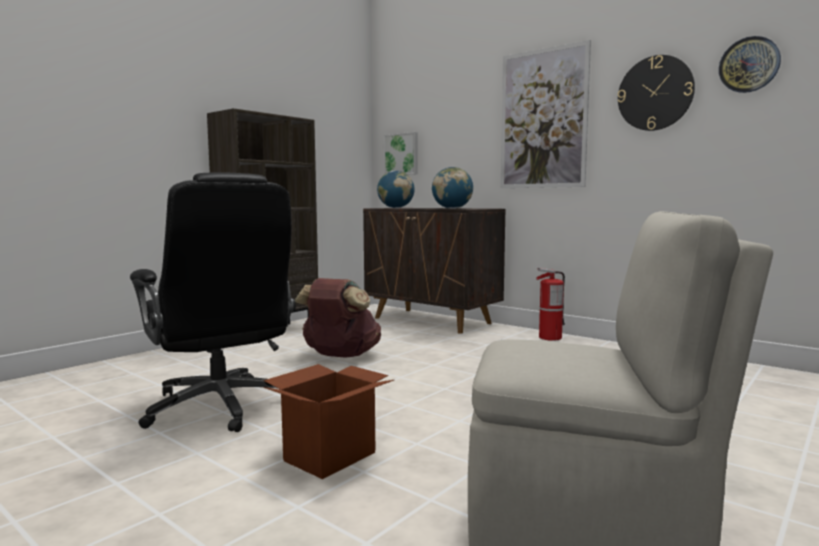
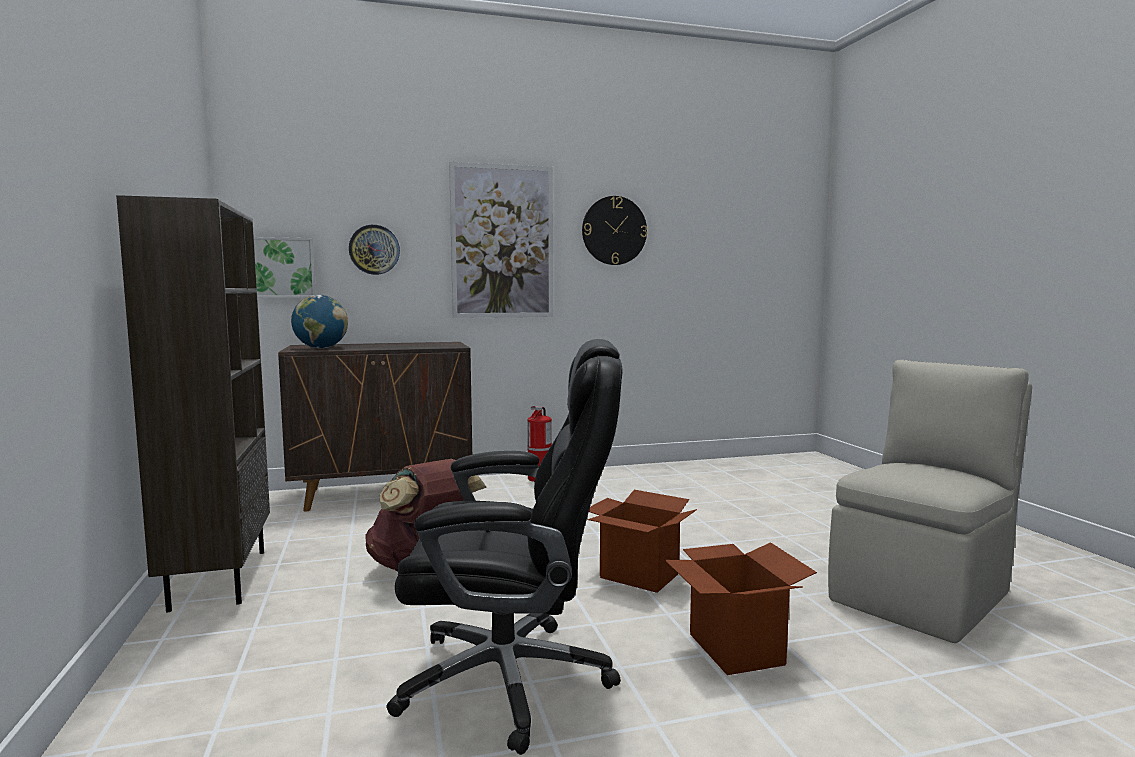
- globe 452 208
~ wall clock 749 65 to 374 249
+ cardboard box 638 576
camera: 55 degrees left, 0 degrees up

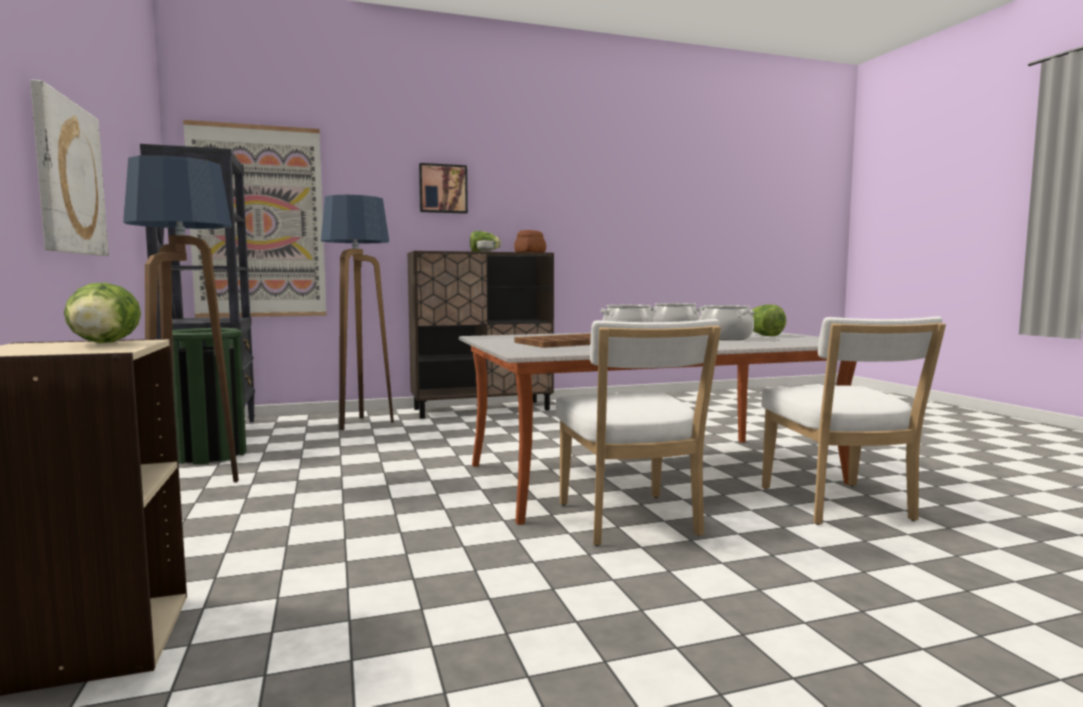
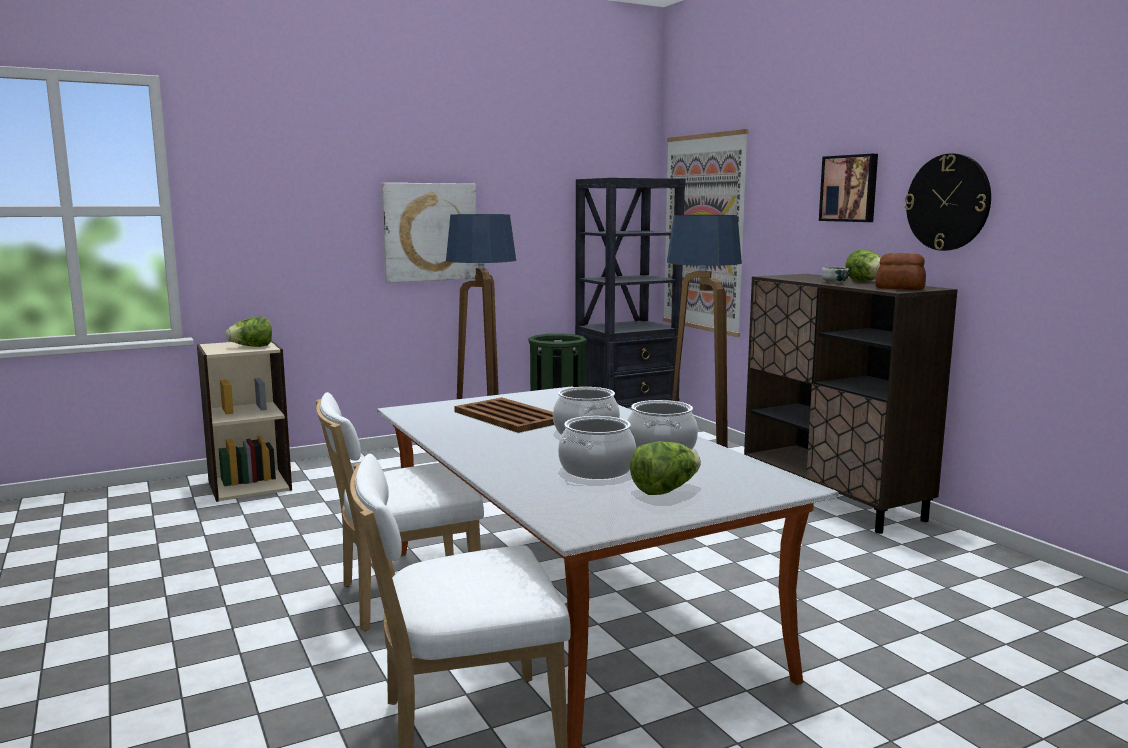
+ wall clock 948 202
camera: 80 degrees right, 5 degrees up

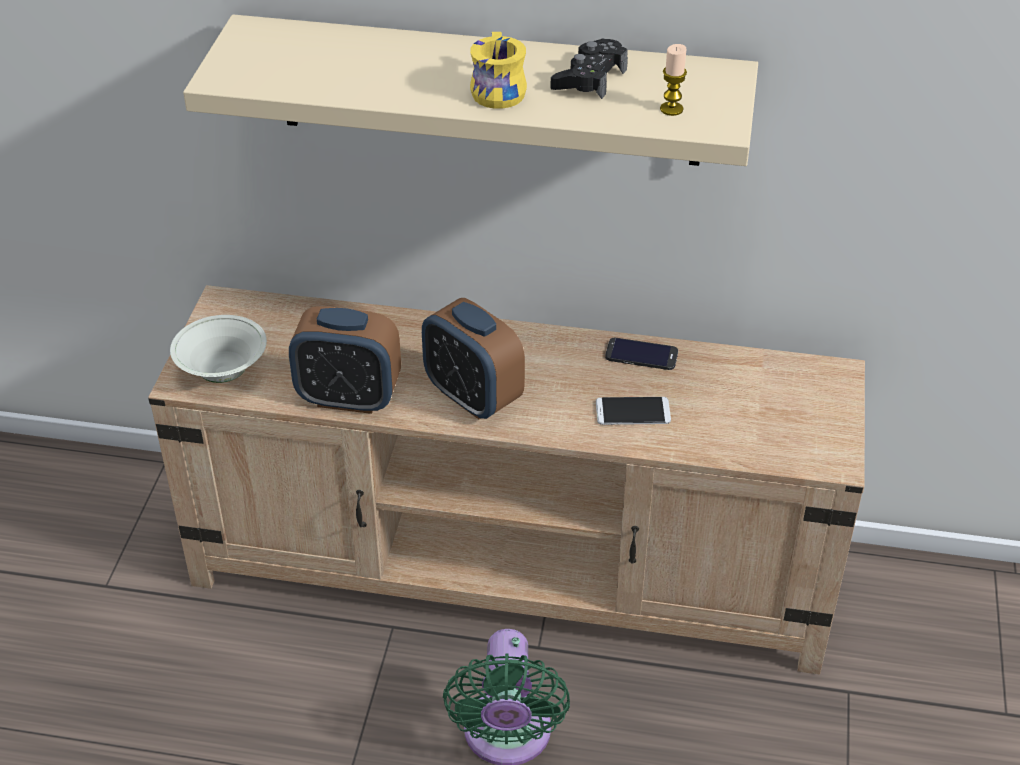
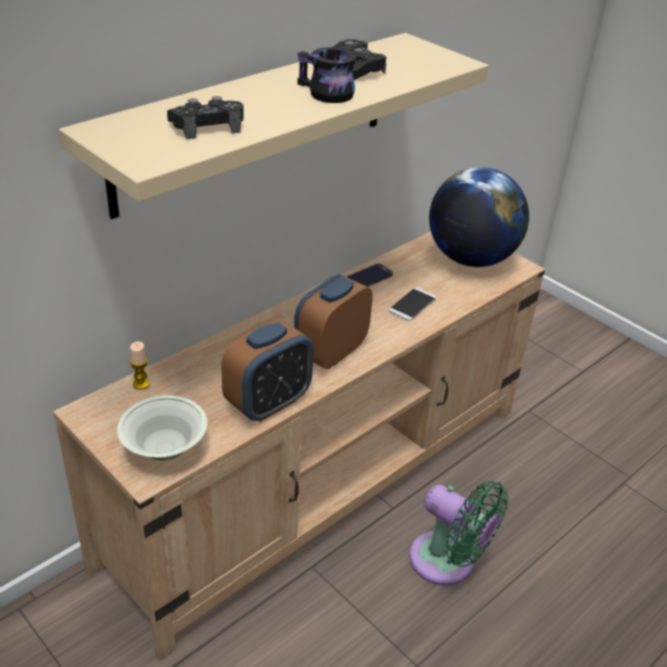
~ alarm clock 473 397 = 330 353 135 degrees clockwise
~ yellow mug 493 89 to black mug 323 94
~ candle 671 109 to 141 384
+ black game controller 207 126
+ globe 471 259
camera: 55 degrees left, 5 degrees down

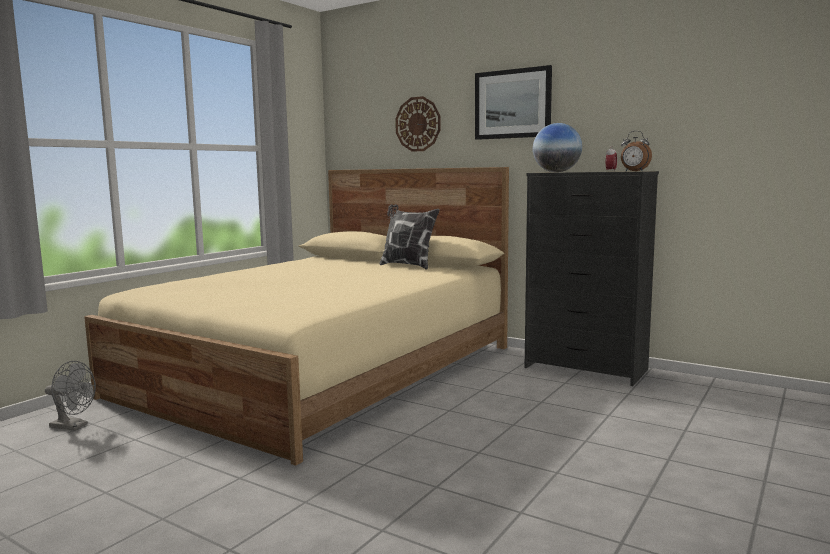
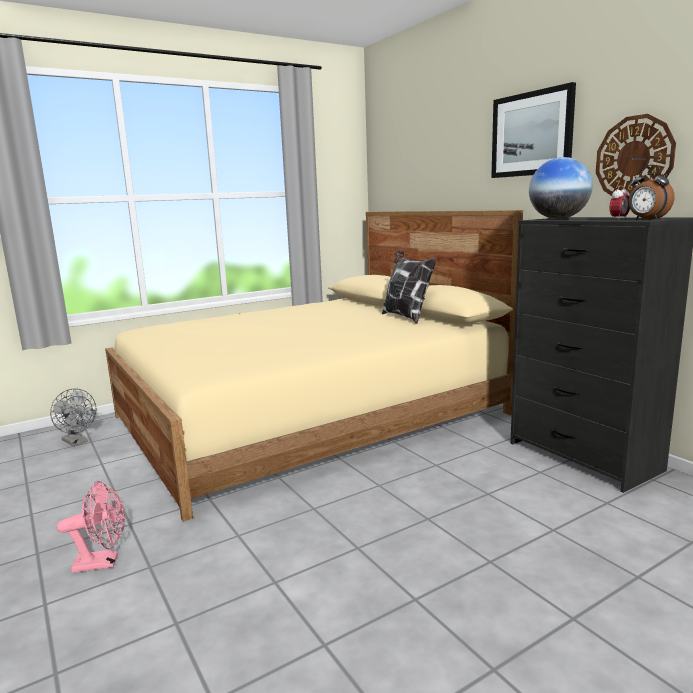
~ wall clock 418 124 to 634 158
+ pink fan 103 562
camera: 25 degrees right, 5 degrees up

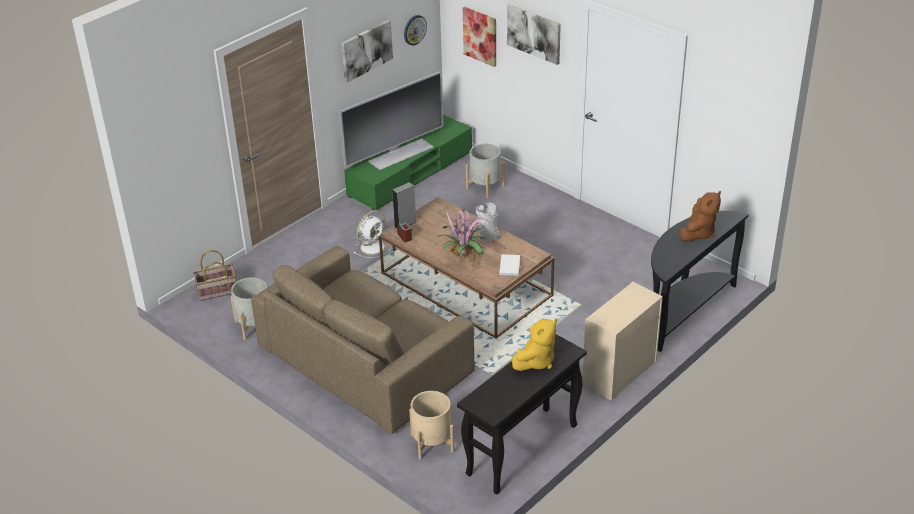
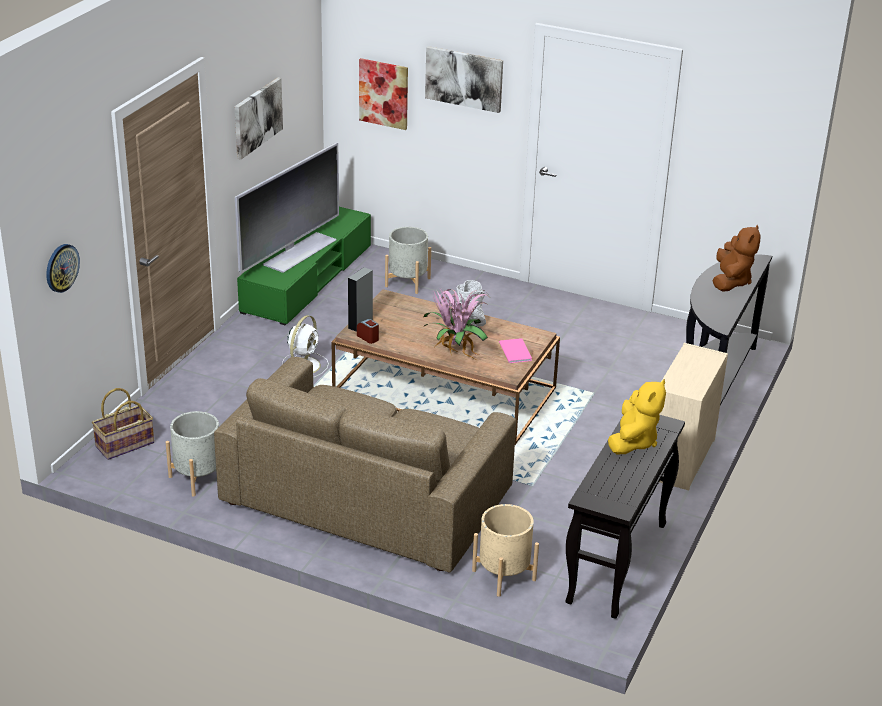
~ wall clock 414 30 to 61 267
~ white book 510 265 to pink book 516 351
camera: 20 degrees left, 5 degrees down

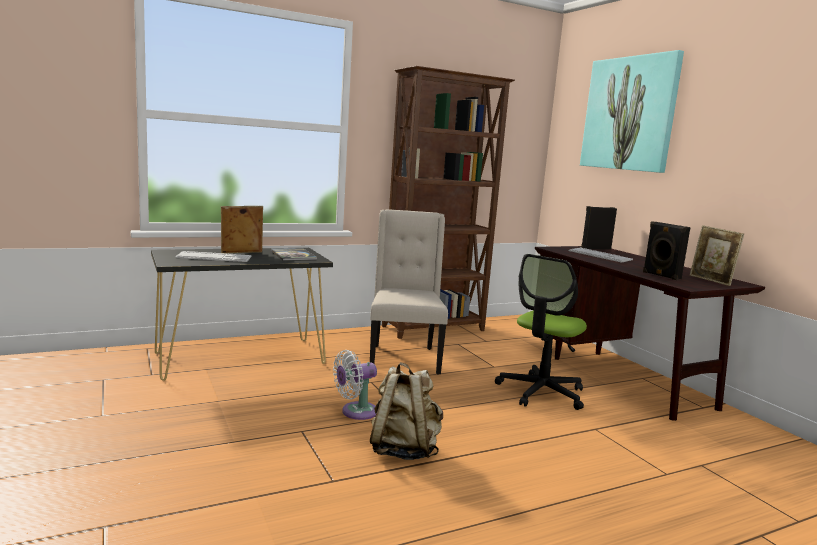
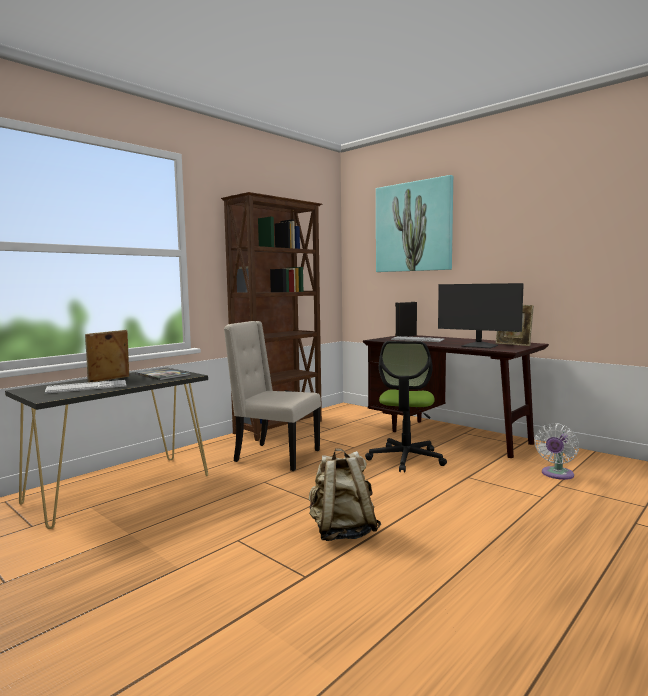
~ white fan 356 412 to 556 475
~ beige chair 403 358 = 275 456 45 degrees counterclockwise
~ black speaker 661 275 to monitor 479 346
camera: 20 degrees left, 5 degrees down

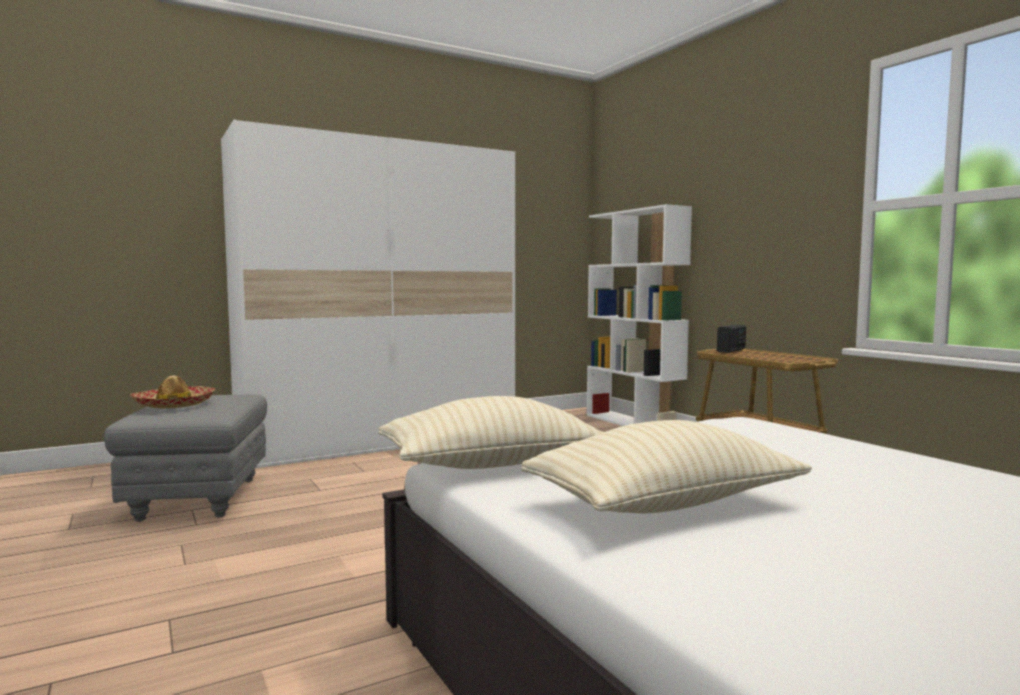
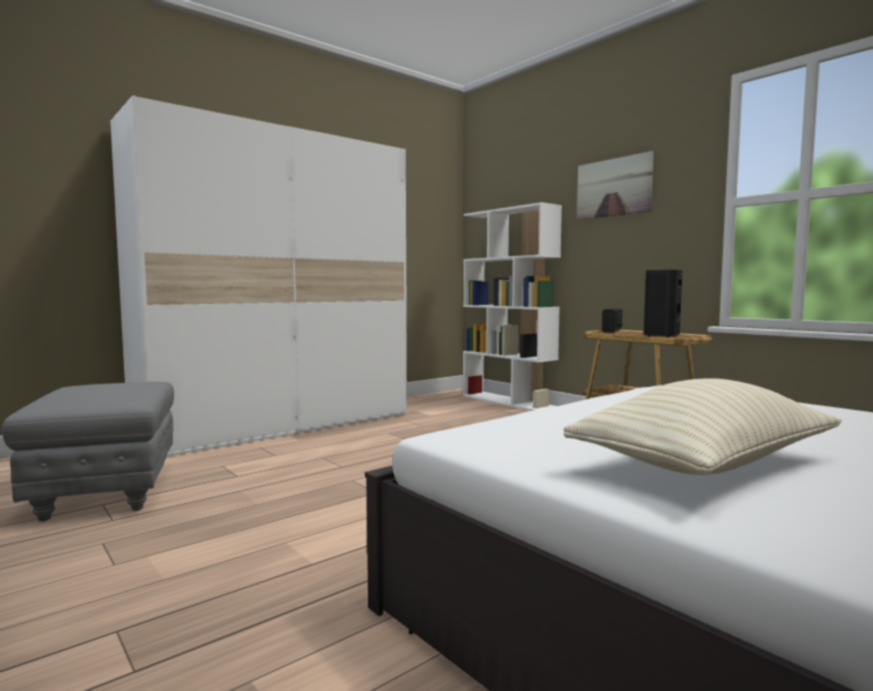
- hat 174 405
- beige pillow 491 464
+ picture 613 187
+ black speaker 661 336
camera: 10 degrees left, 0 degrees up

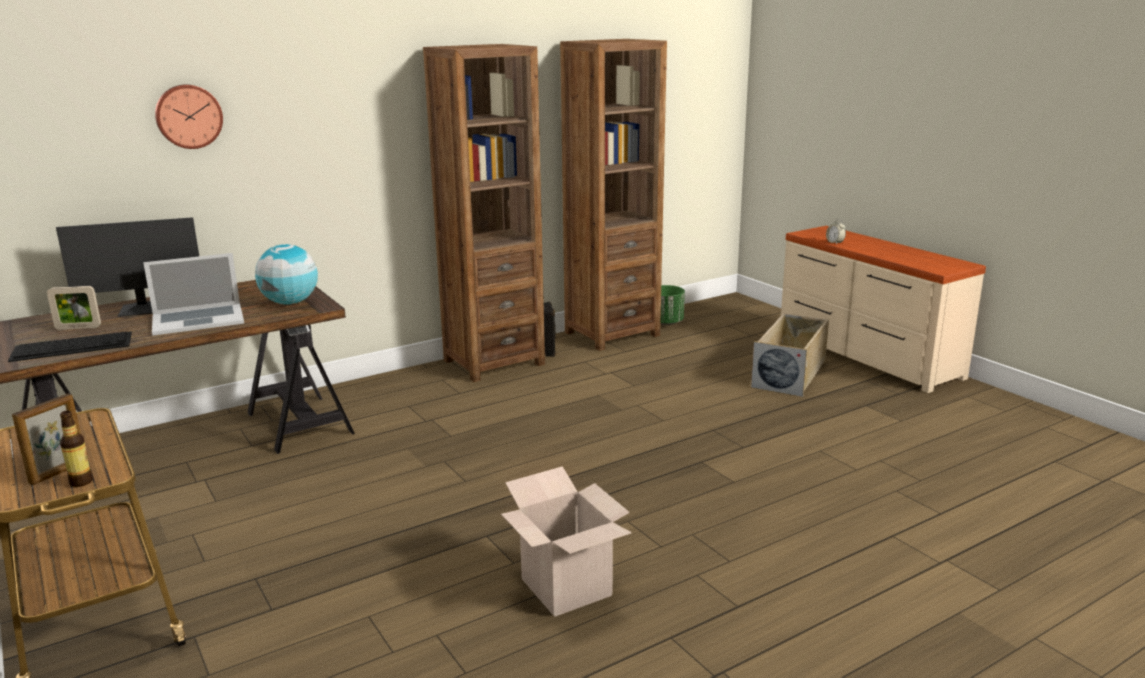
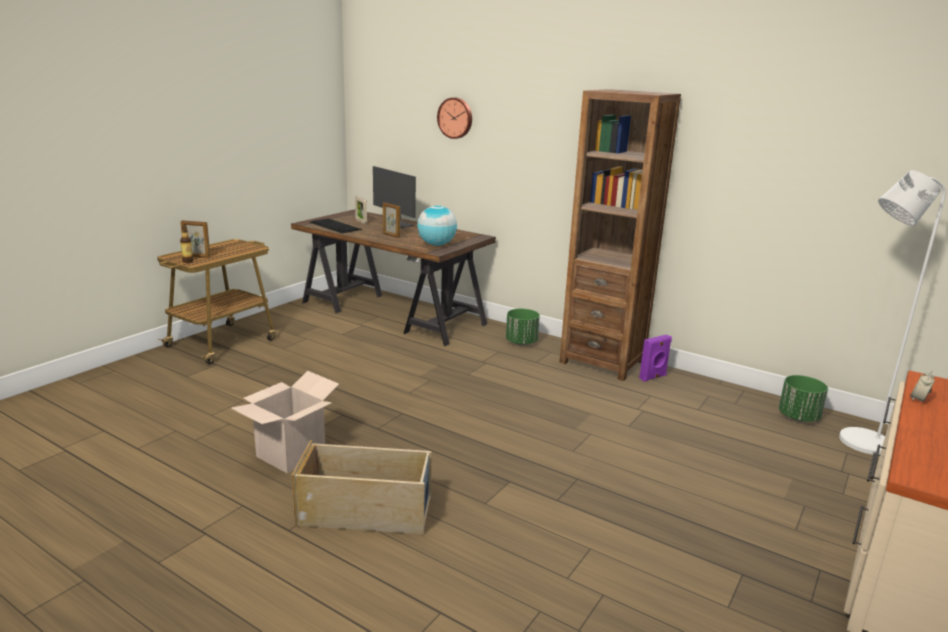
~ laptop 198 319 to picture frame 391 235
~ black speaker 549 350 to purple speaker 653 377
- brown bookcase 612 334
~ beige storage box 790 373 to 366 512
+ green planter 521 342
+ white floor lamp 856 443
camera: 65 degrees right, 0 degrees up

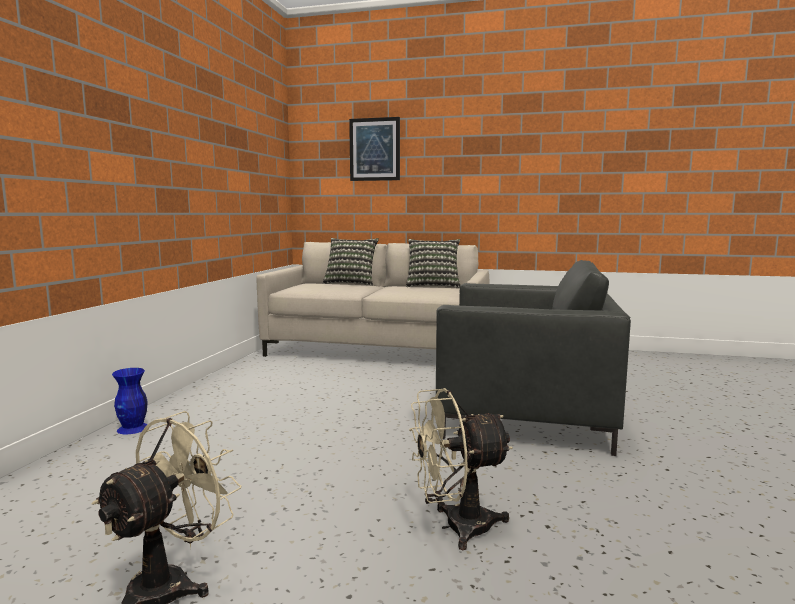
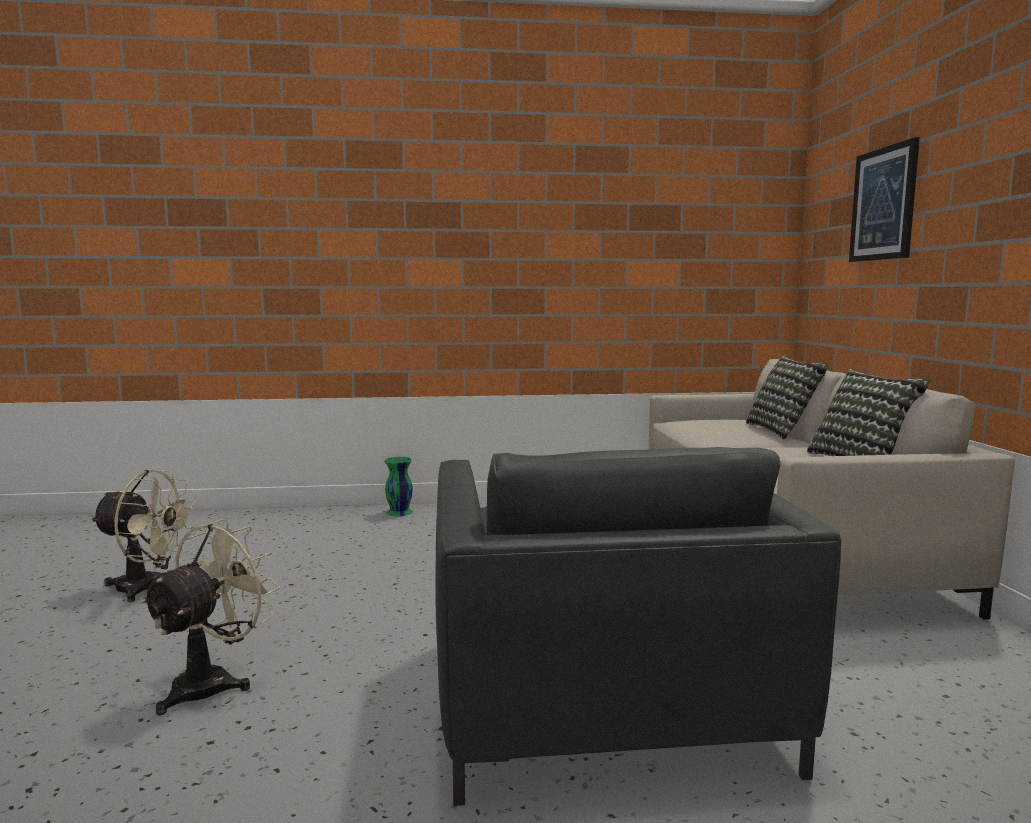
~ blue vase 133 428 to green vase 399 512
~ beige fan 456 527 = 213 682 60 degrees clockwise
camera: 70 degrees right, 0 degrees up

